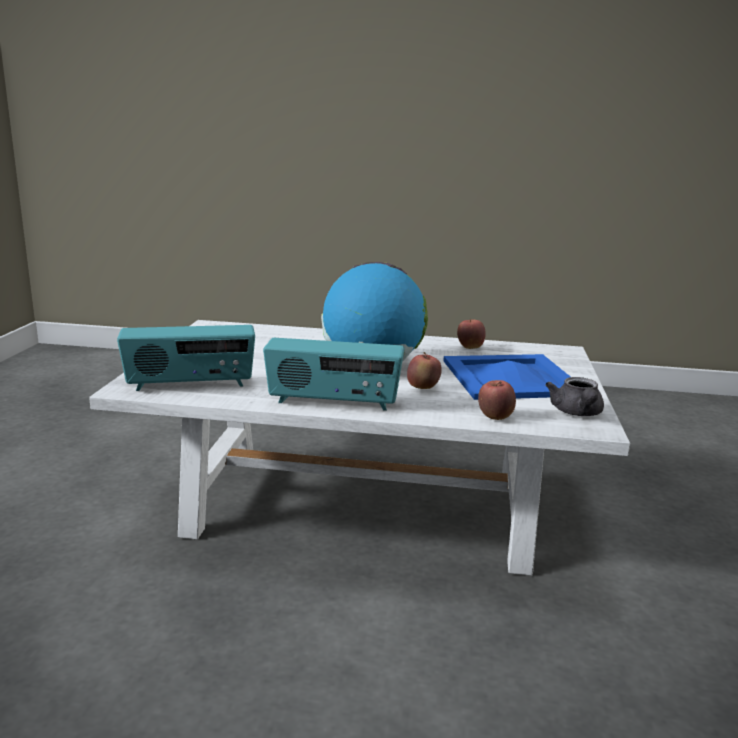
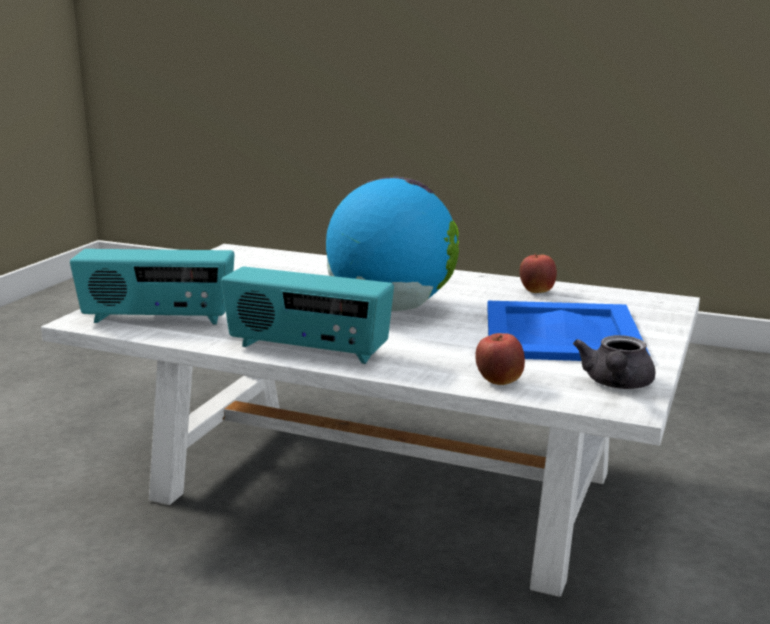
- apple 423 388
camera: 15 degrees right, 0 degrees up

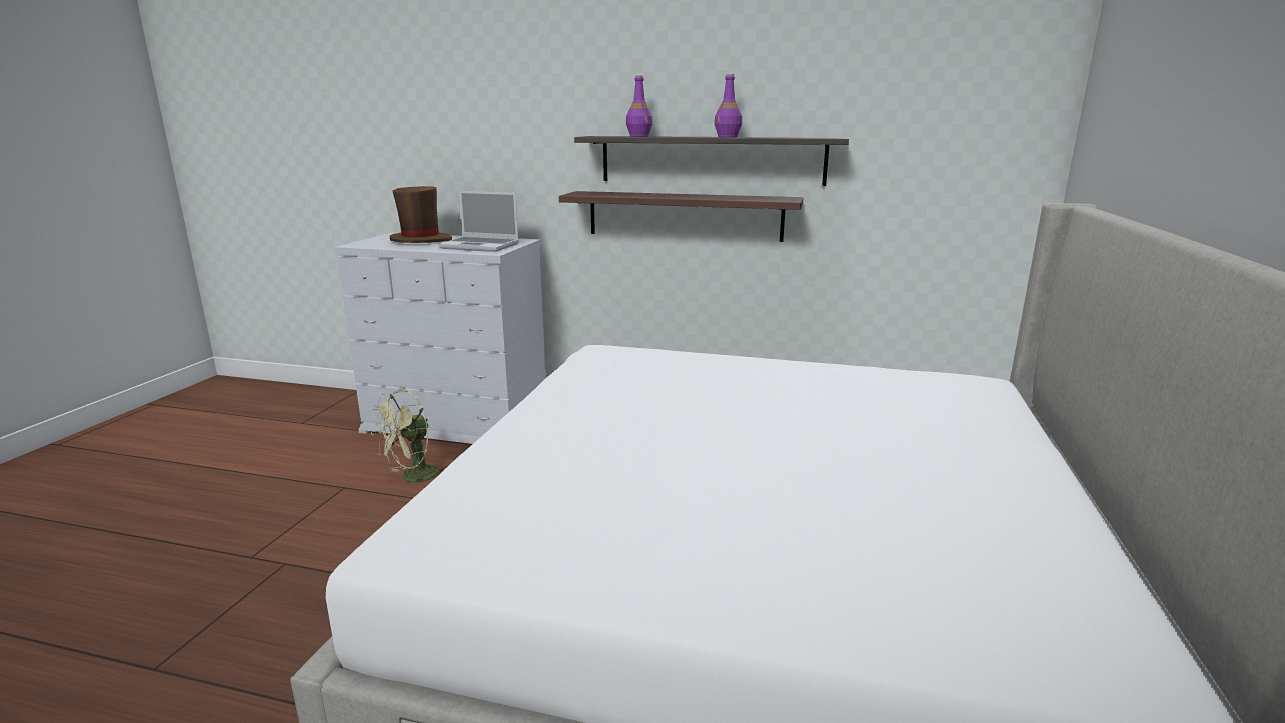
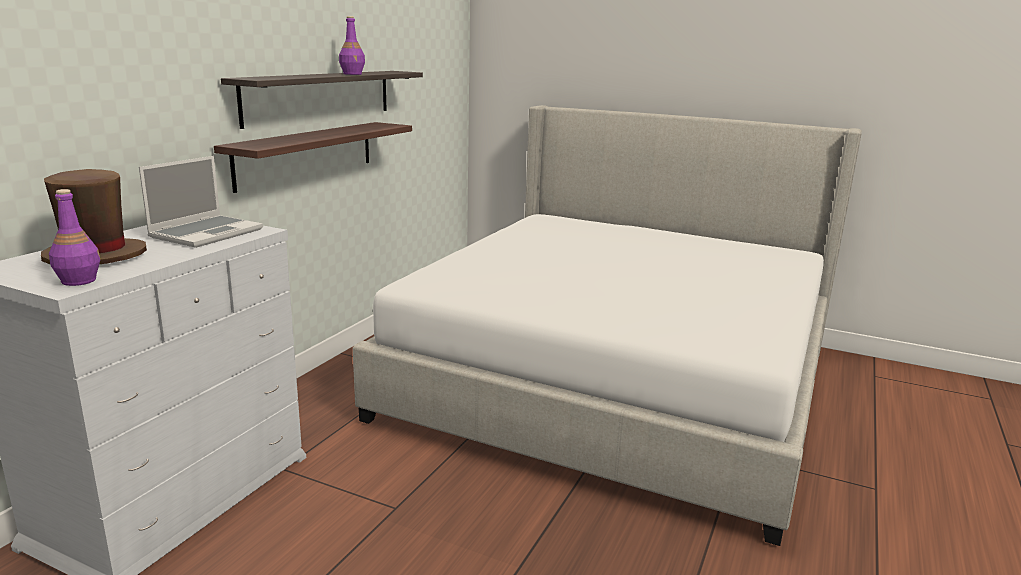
- green fan 413 478
~ purple bottle 639 136 to 78 280
camera: 80 degrees left, 0 degrees up

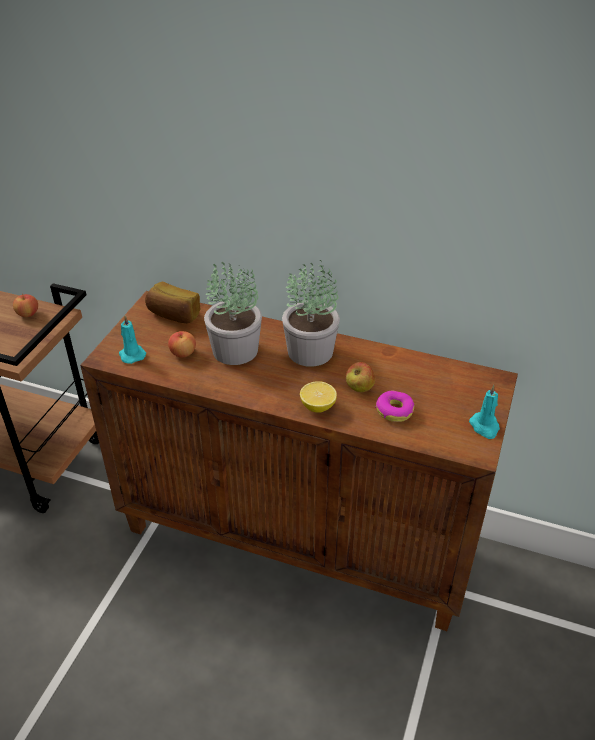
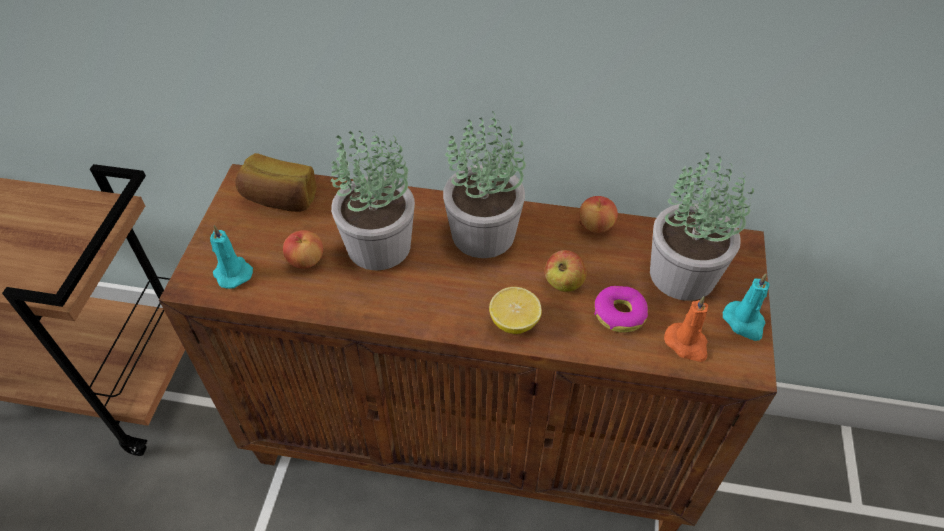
~ apple 28 314 to 596 225
+ potted plant 681 275
+ orange candle 687 344
camera: 10 degrees left, 10 degrees up

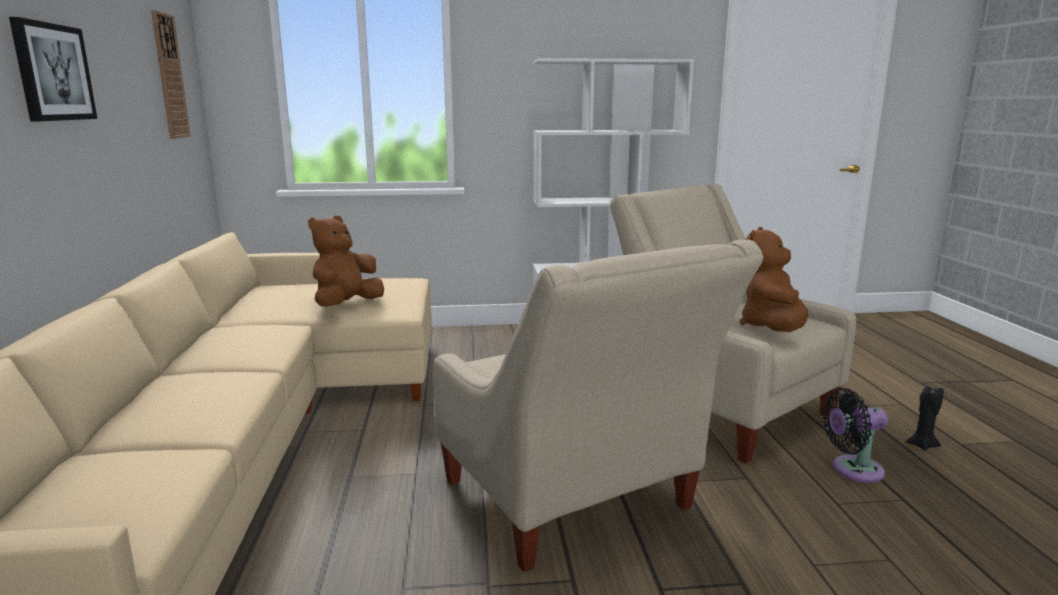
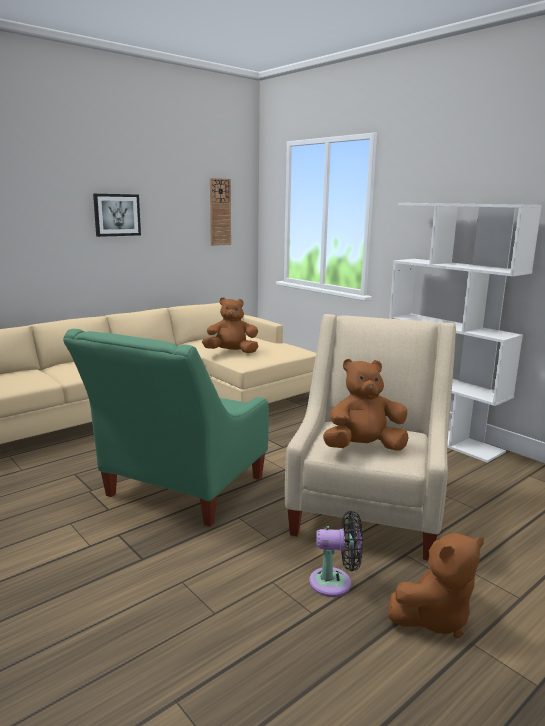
~ beige armchair 575 503 to green armchair 179 491
~ black fan 852 470 = 335 583 135 degrees clockwise
~ black candle 922 445 to brown plush toy 434 617
camera: 55 degrees right, 0 degrees up

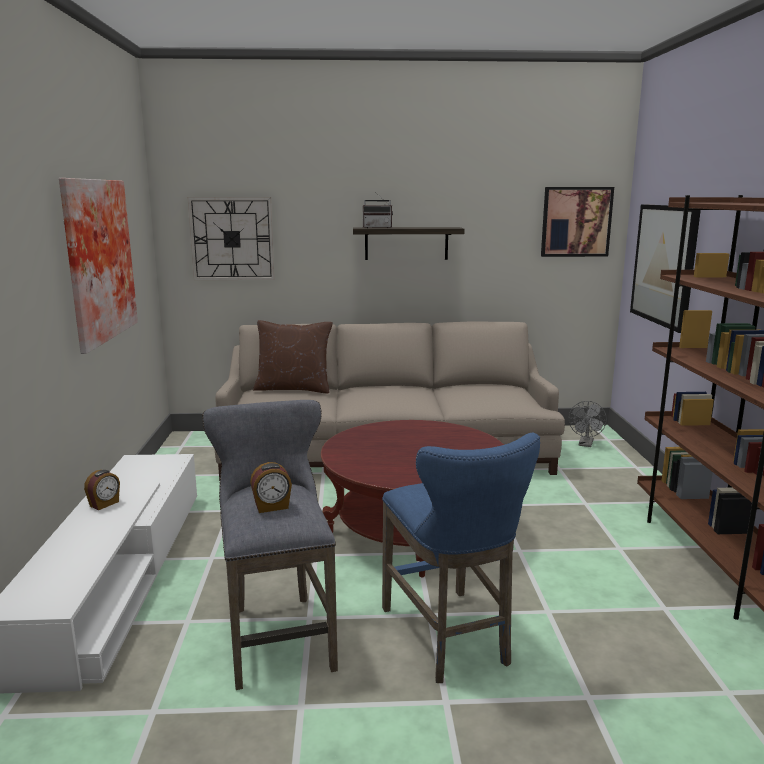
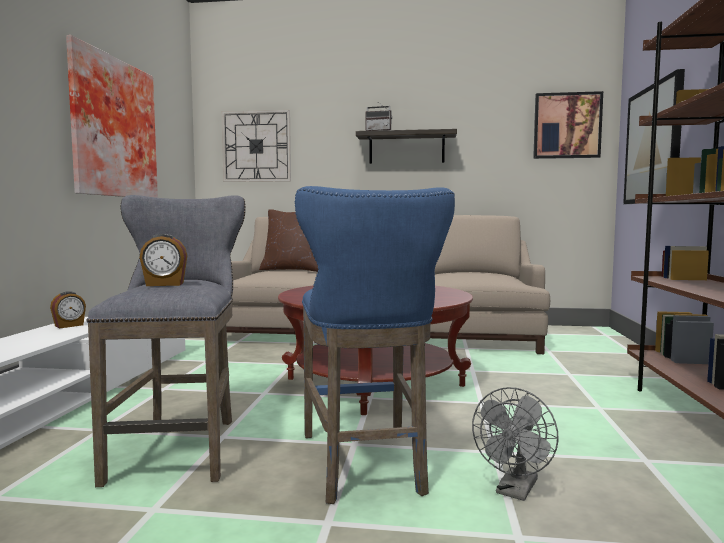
~ grey fan 585 444 to 515 491
camera: 10 degrees right, 10 degrees down

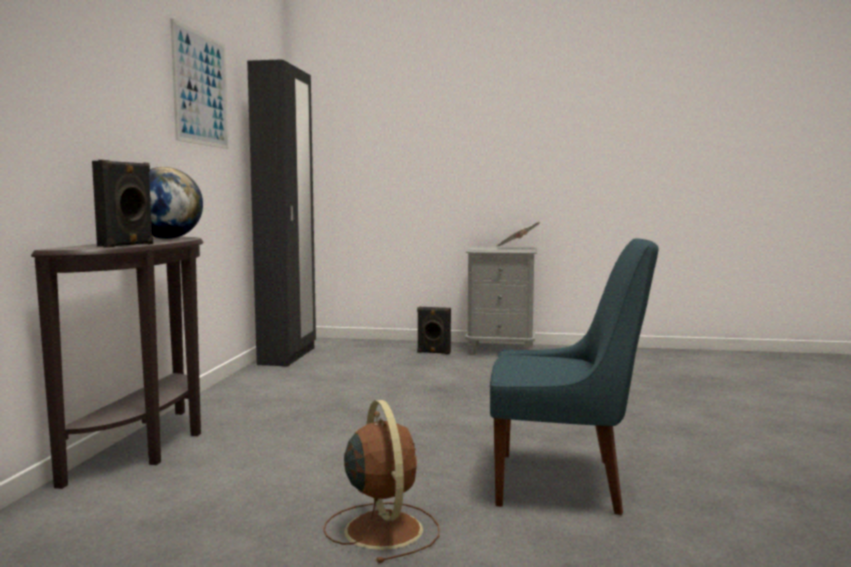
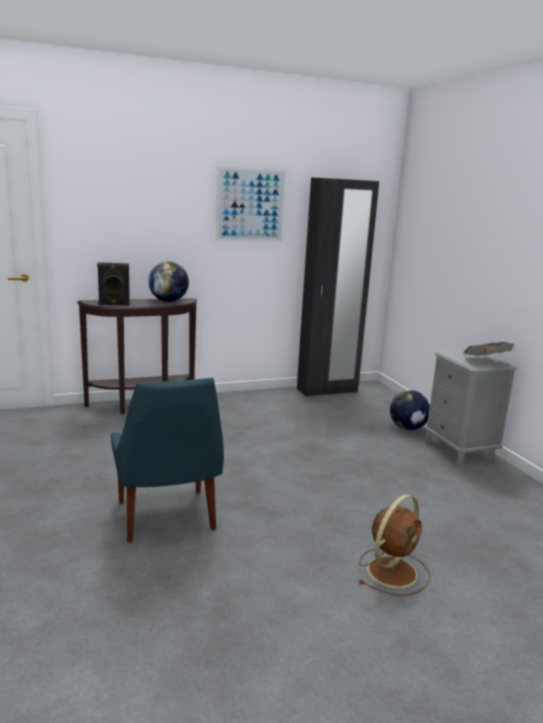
~ brown fan 382 528 to 393 571
~ black speaker 433 352 to globe 407 428
camera: 60 degrees right, 10 degrees up

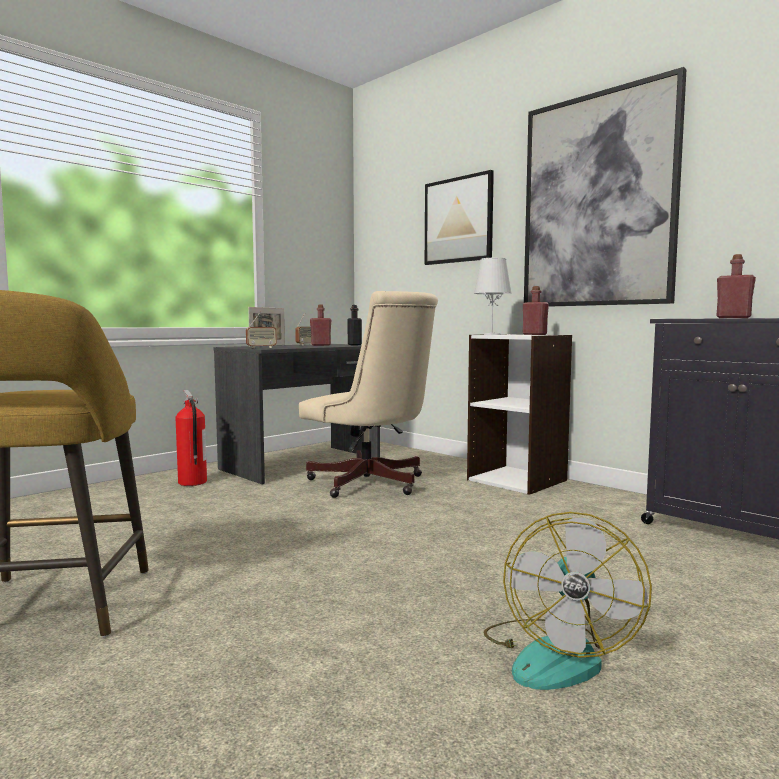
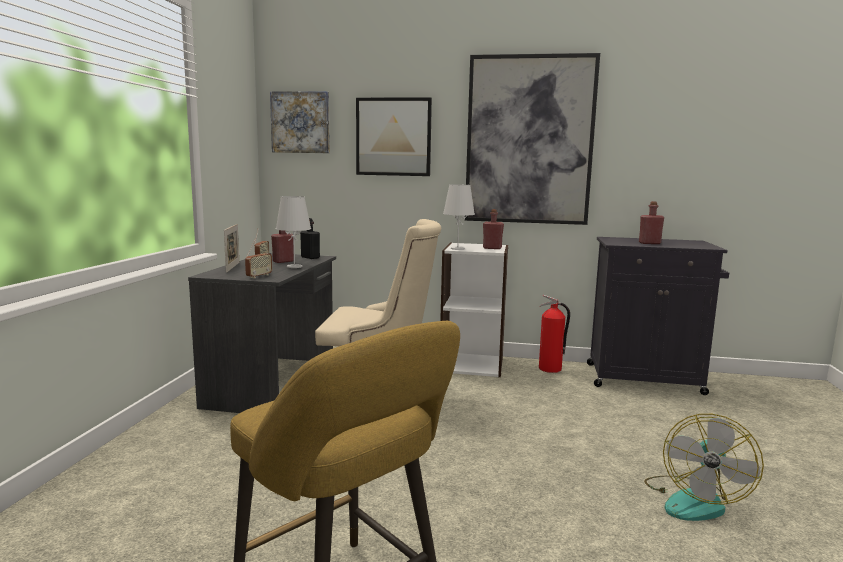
~ fire extinguisher 192 483 to 550 369
~ fan 556 654 = 694 500 45 degrees clockwise
+ picture 301 122
+ white table lamp 294 266
camera: 35 degrees left, 5 degrees up

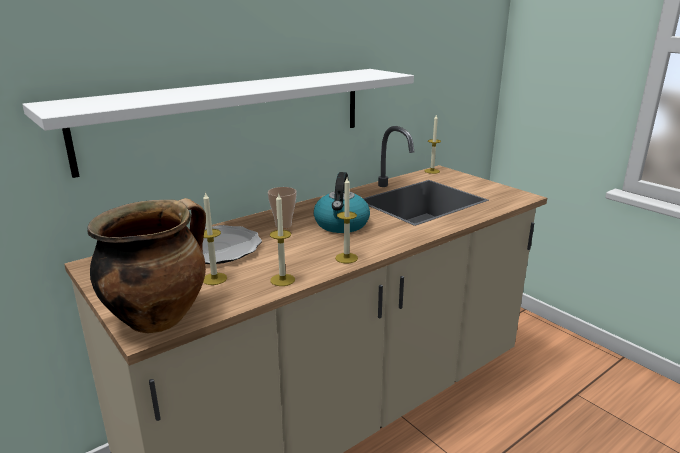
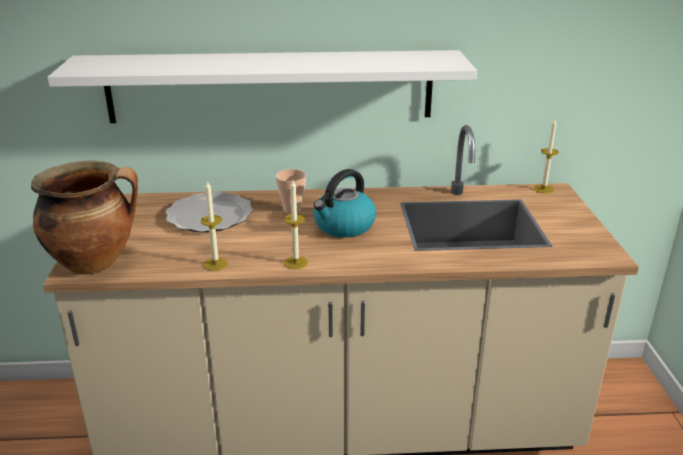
- candle 214 279
camera: 35 degrees right, 5 degrees up

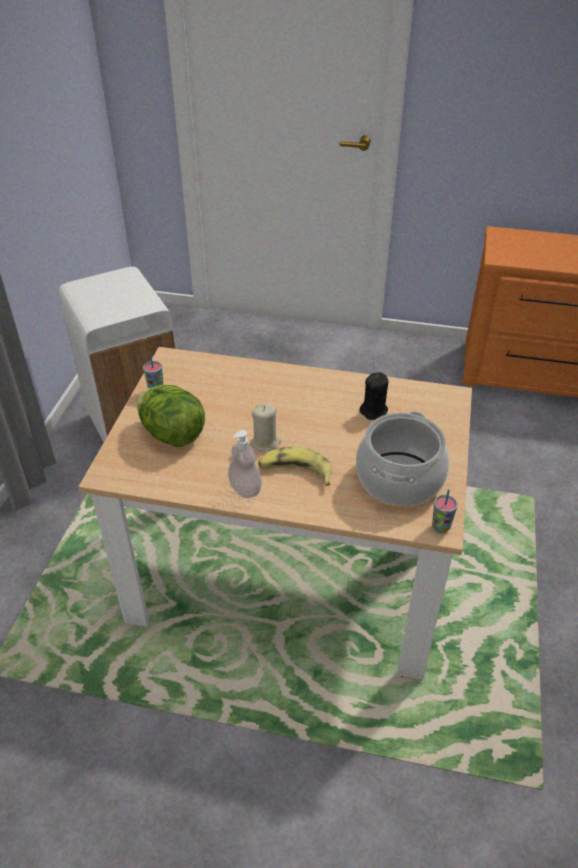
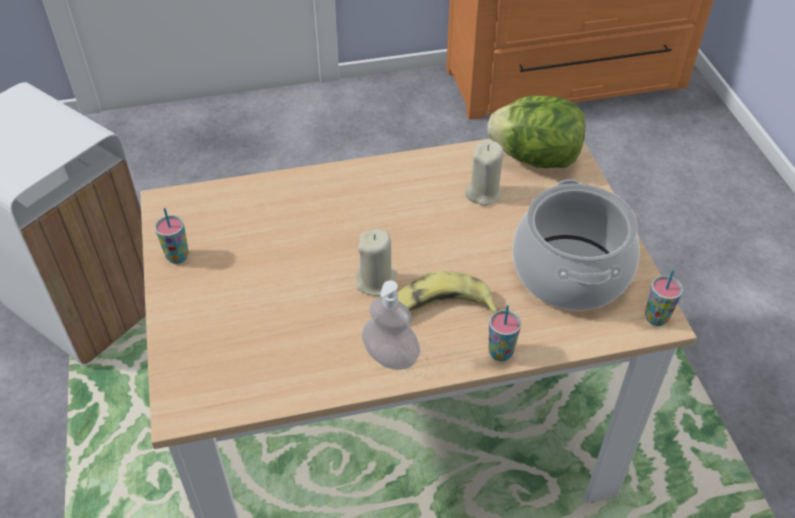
~ lettuce 172 434 to 535 158
~ black candle 374 411 to beige candle 483 193
+ cup 500 353
camera: 25 degrees left, 5 degrees up

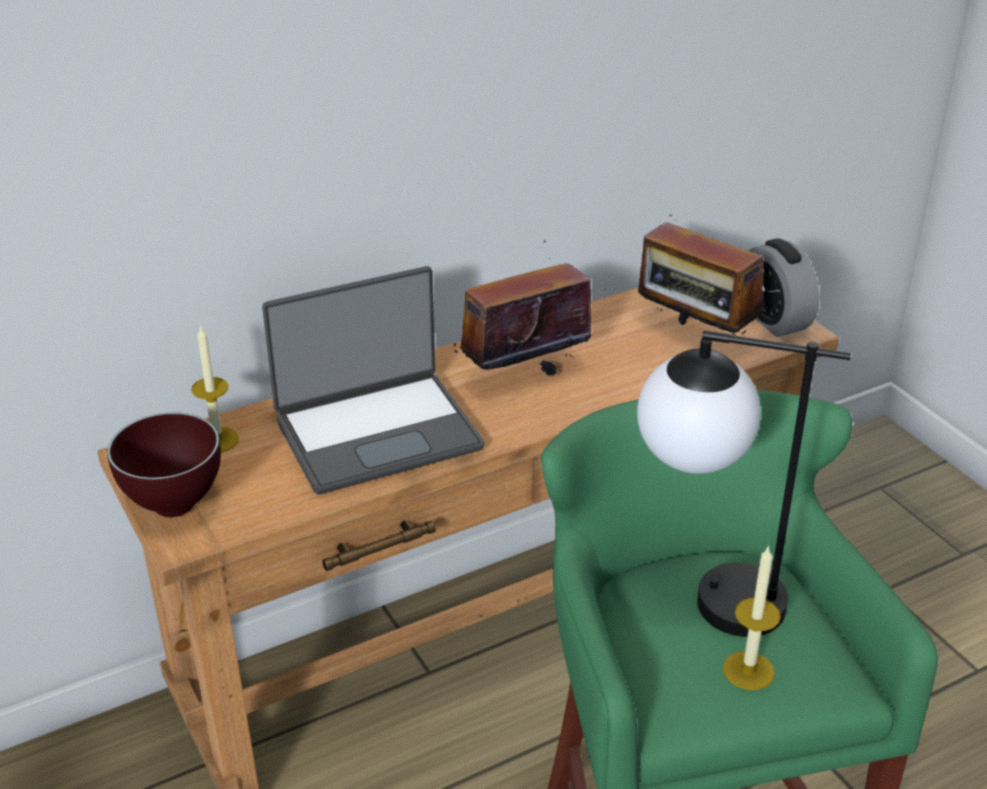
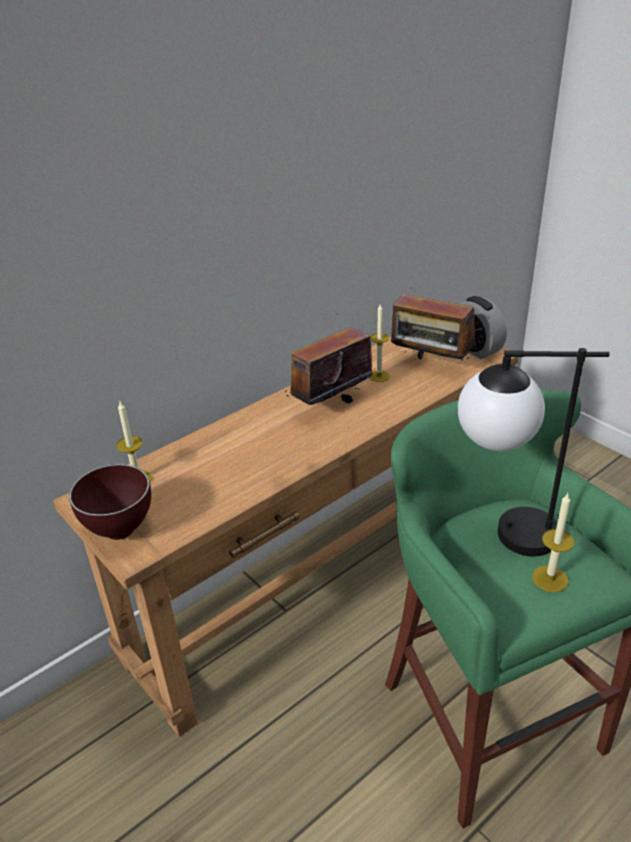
- laptop 377 432
+ candle 379 376
camera: 10 degrees left, 0 degrees up

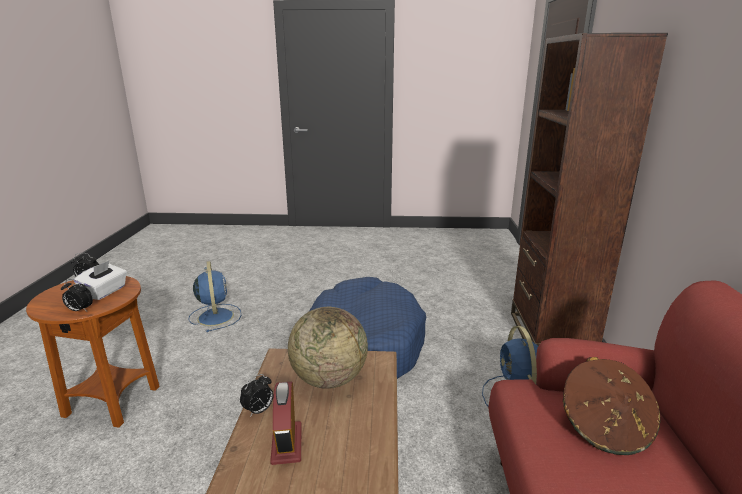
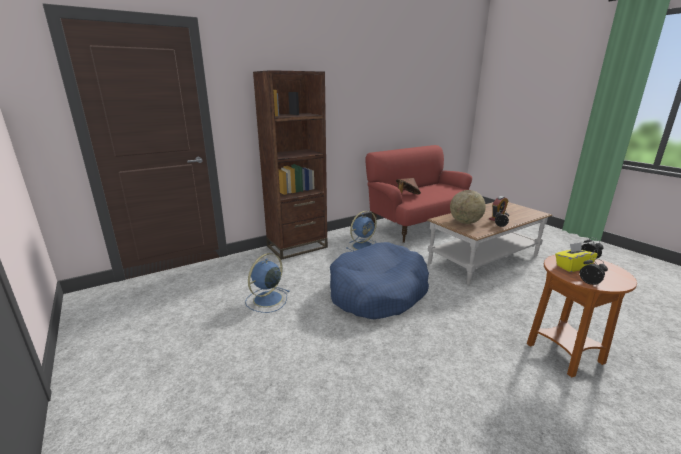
~ white tissue box 105 292 to yellow tissue box 572 267
~ blue fan 215 316 to 267 300
camera: 125 degrees left, 0 degrees up

